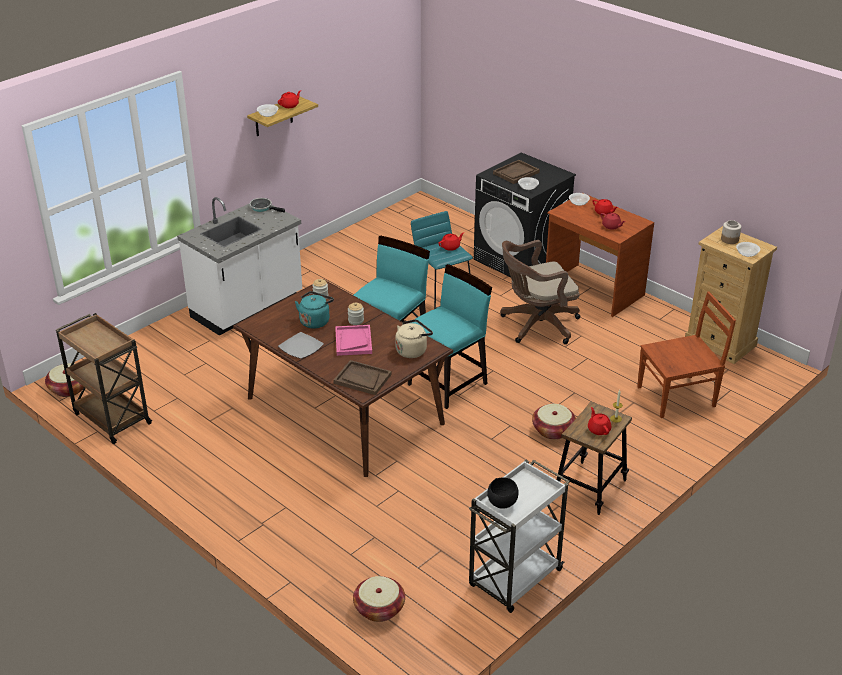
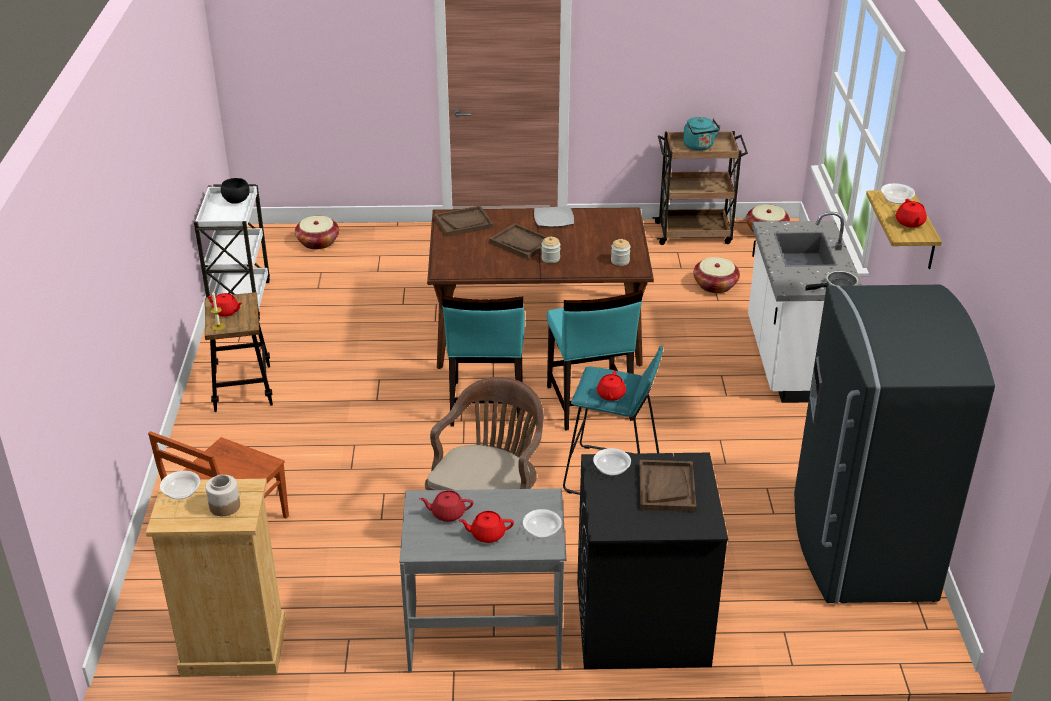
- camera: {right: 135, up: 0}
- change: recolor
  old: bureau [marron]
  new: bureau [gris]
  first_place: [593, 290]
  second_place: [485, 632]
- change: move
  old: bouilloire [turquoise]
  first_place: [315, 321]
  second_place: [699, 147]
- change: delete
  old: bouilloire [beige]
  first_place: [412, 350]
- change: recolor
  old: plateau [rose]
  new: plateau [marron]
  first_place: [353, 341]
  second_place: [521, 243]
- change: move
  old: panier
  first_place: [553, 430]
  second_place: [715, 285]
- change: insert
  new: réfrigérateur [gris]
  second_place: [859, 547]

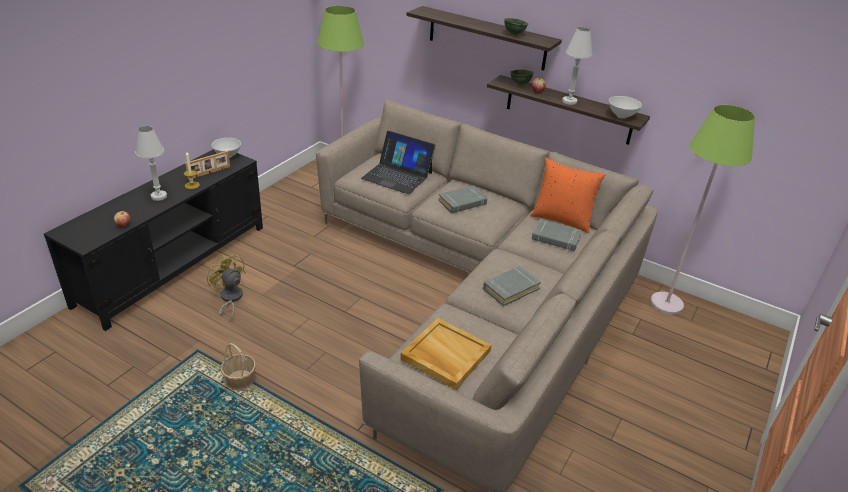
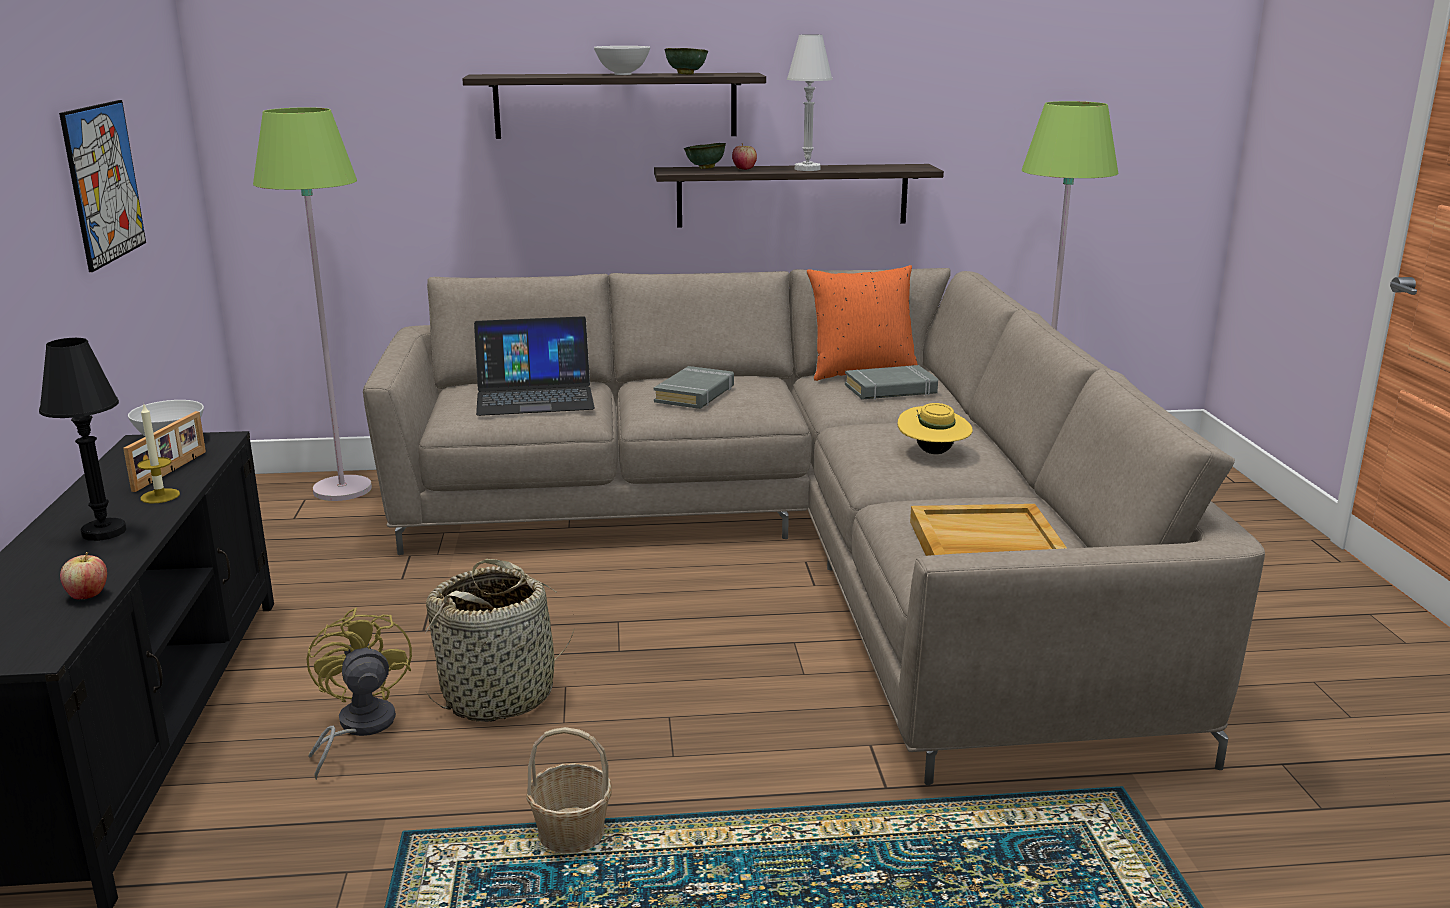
- camera: {right: -35, up: -15}
- change: move
  old: bol [blanc]
  first_place: [621, 116]
  second_place: [623, 74]
- change: recolor
  old: lampe de table [blanc]
  new: lampe de table [noir]
  first_place: [159, 196]
  second_place: [104, 532]
- change: rotate
  old: ventilateur [jaune]
  first_place: [230, 299]
  second_place: [358, 728]
  degrees: 60
- change: replace
  old: livre [gris]
  new: chapeau [jaune]
  first_place: [510, 288]
  second_place: [933, 452]
- change: insert
  new: tableau
  second_place: [104, 183]
- change: insert
  new: panier
  second_place: [499, 694]

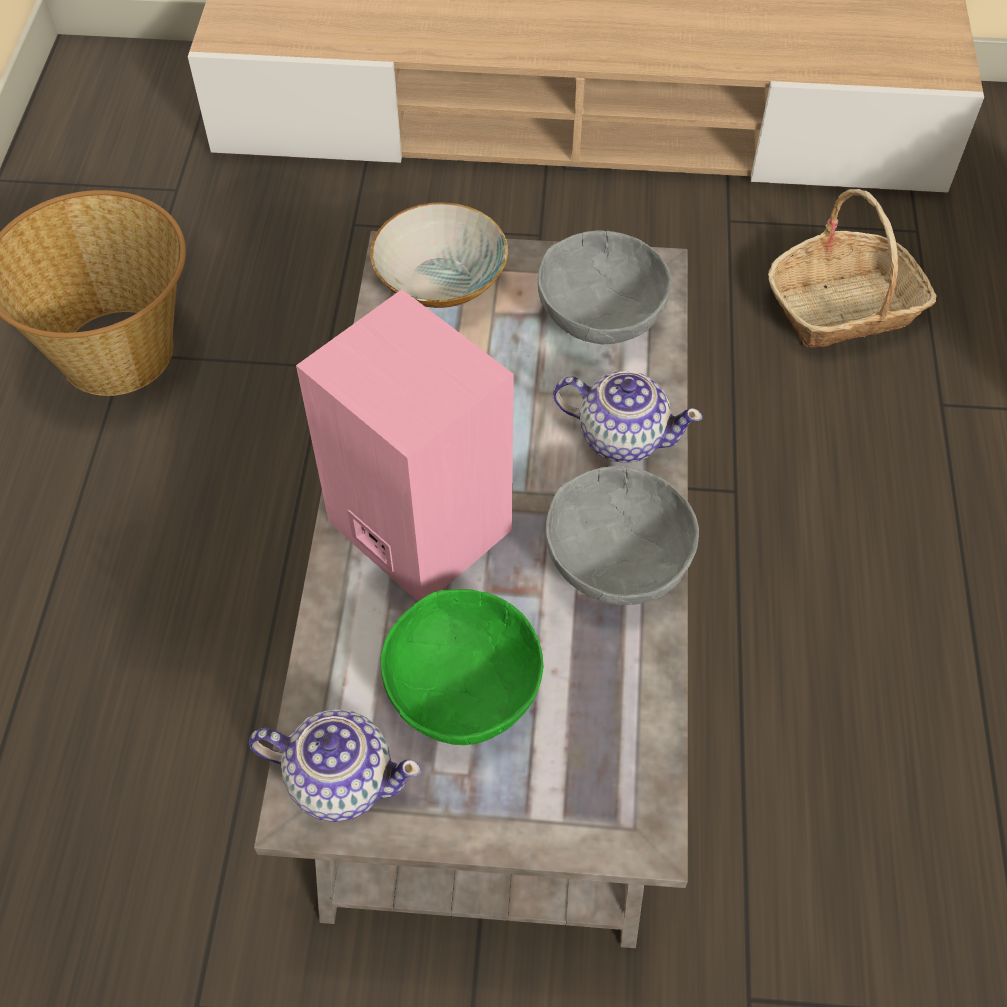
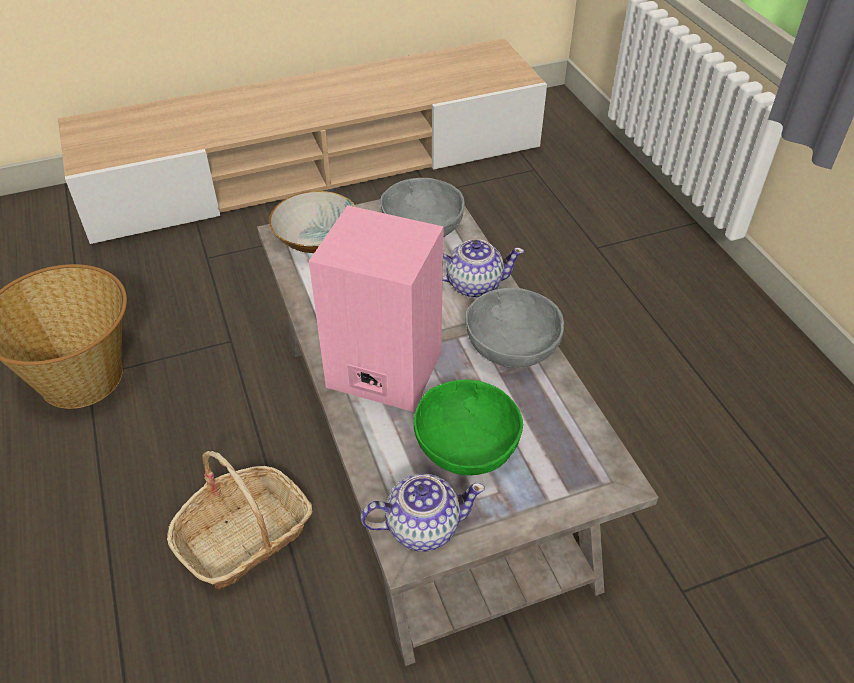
- camera: {right: -25, up: -10}
- change: move
  old: panier
  first_place: [844, 308]
  second_place: [245, 537]

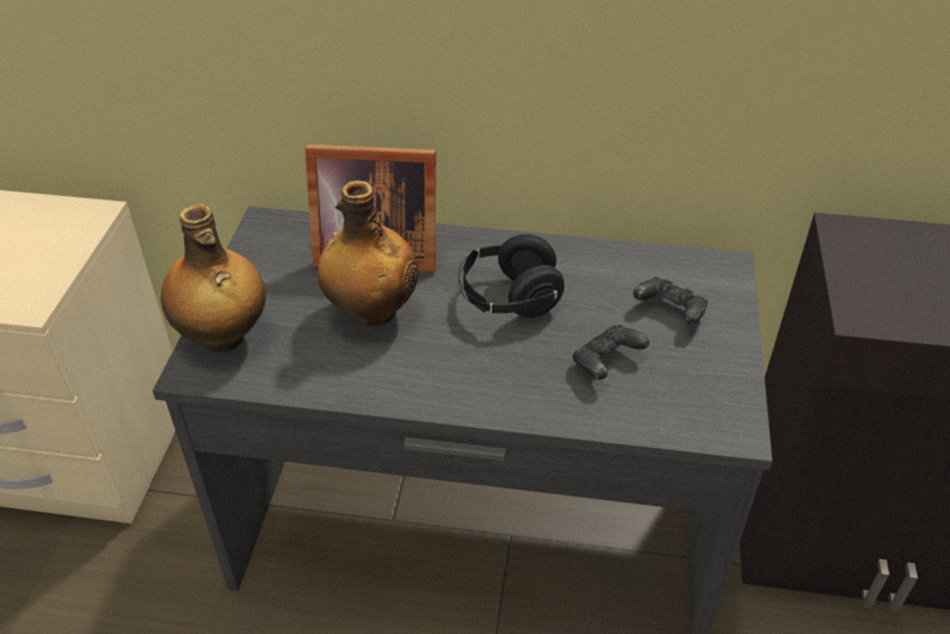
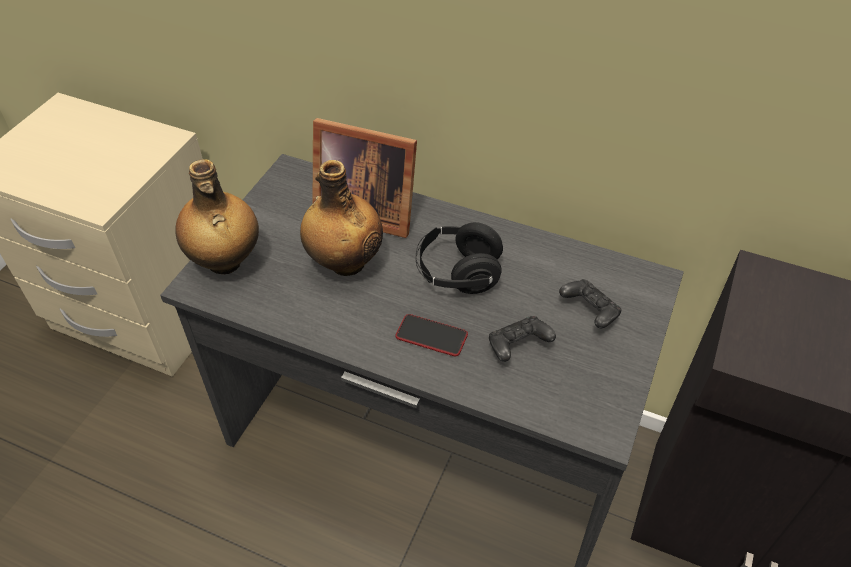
- camera: {right: 15, up: 5}
- change: insert
  new: téléphone
  second_place: [431, 336]

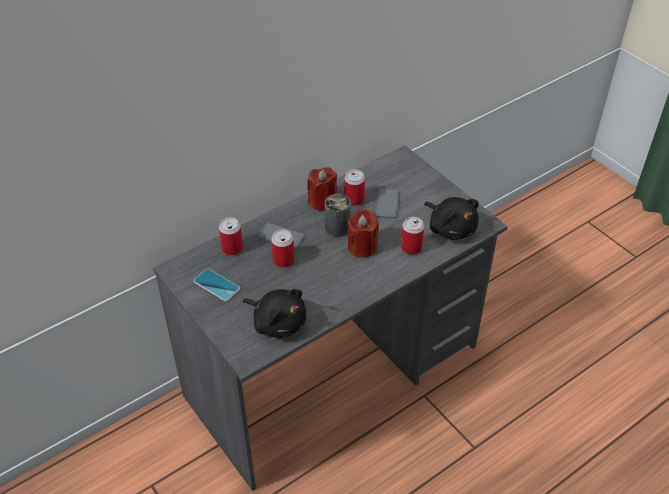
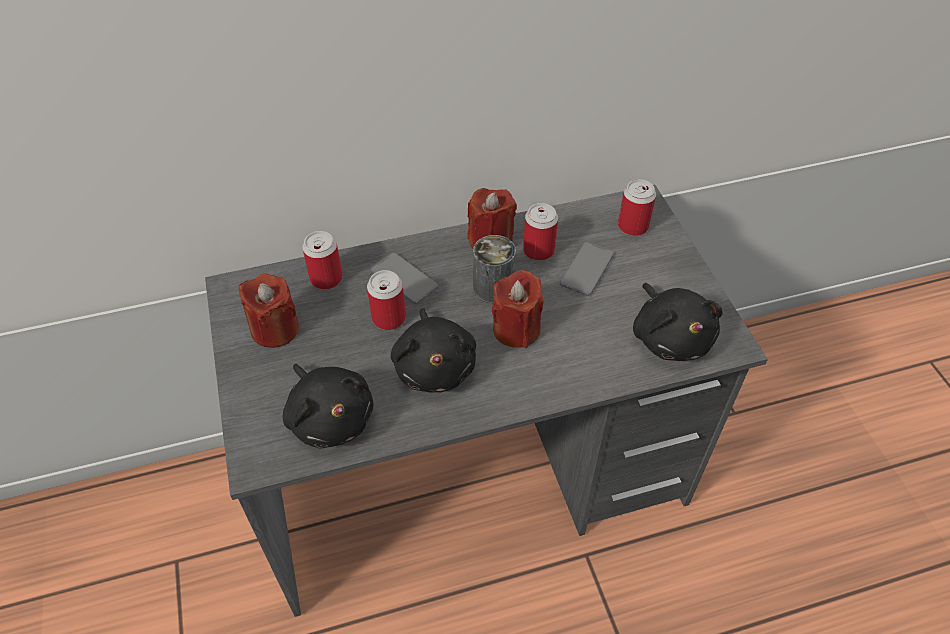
- camera: {right: 20, up: 5}
- change: move
  old: boîte métallique
  first_place: [411, 248]
  second_place: [633, 226]
- change: replace
  old: téléphone
  new: bougie [rouge]
  first_place: [216, 285]
  second_place: [275, 329]
- change: insert
  new: peluche [noir]
  second_place: [435, 366]

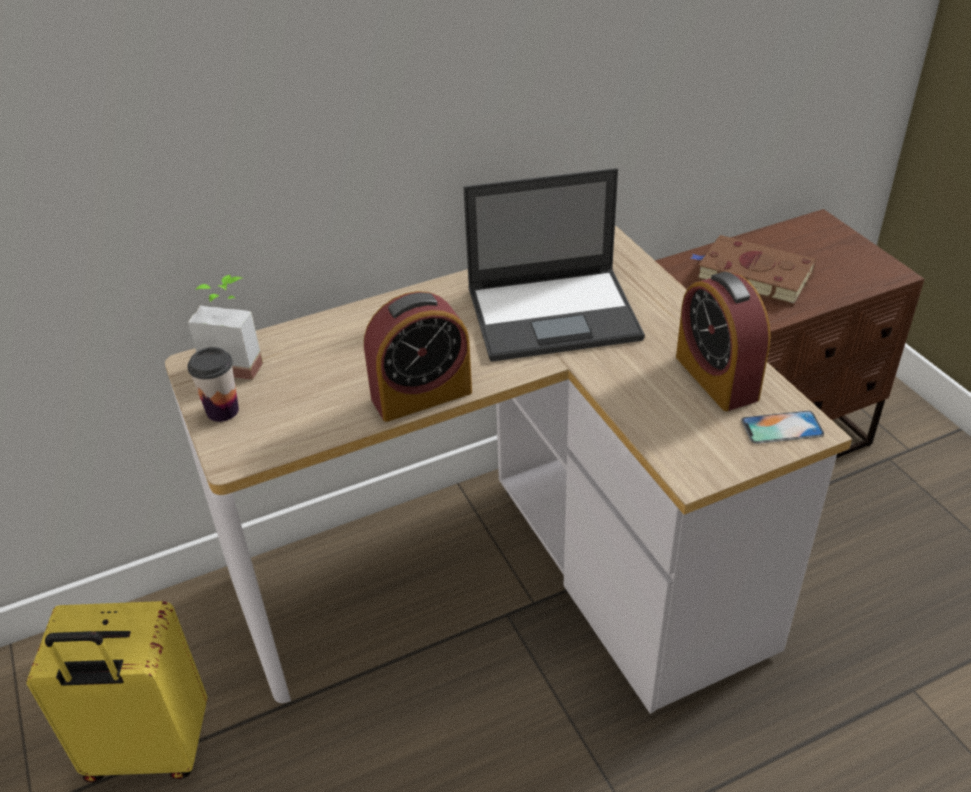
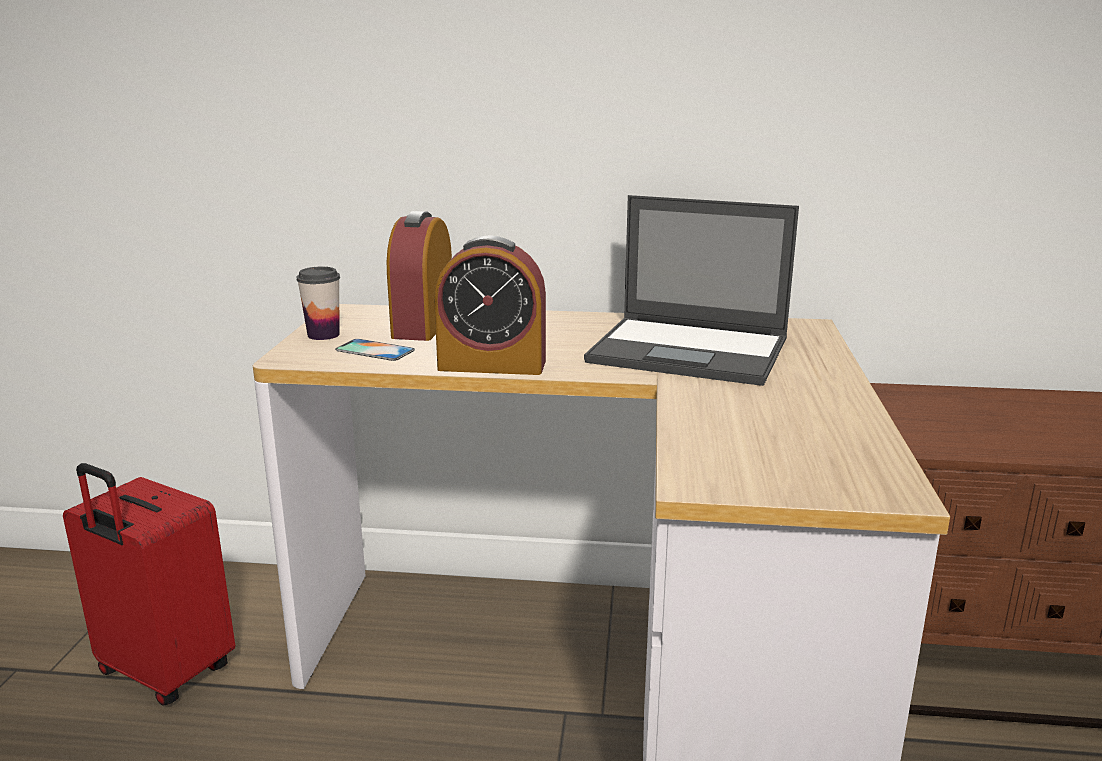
- camera: {right: 30, up: -20}
- change: delete
  old: livre [marron]
  first_place: [751, 275]
- change: move
  old: réveil
  first_place: [716, 377]
  second_place: [423, 325]
- change: delete
  old: plante en pot
  first_place: [237, 361]
- change: move
  old: téléphone
  first_place: [782, 427]
  second_place: [375, 350]
- change: recolor
  old: valise [jaune]
  new: valise [rouge]
  first_place: [148, 751]
  second_place: [163, 673]

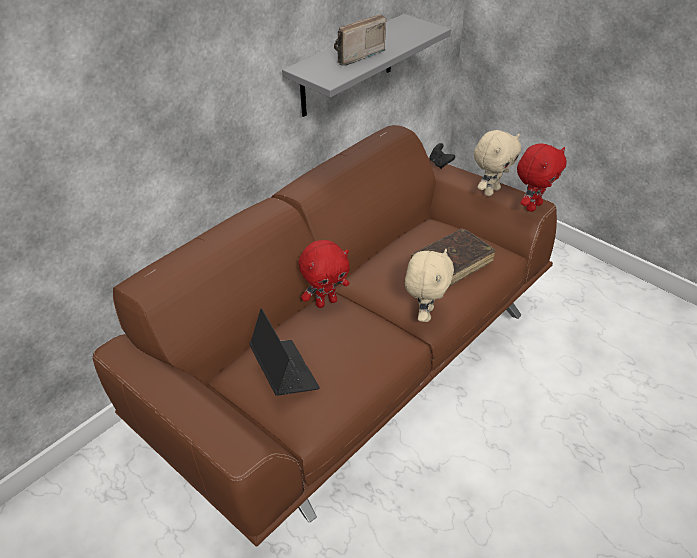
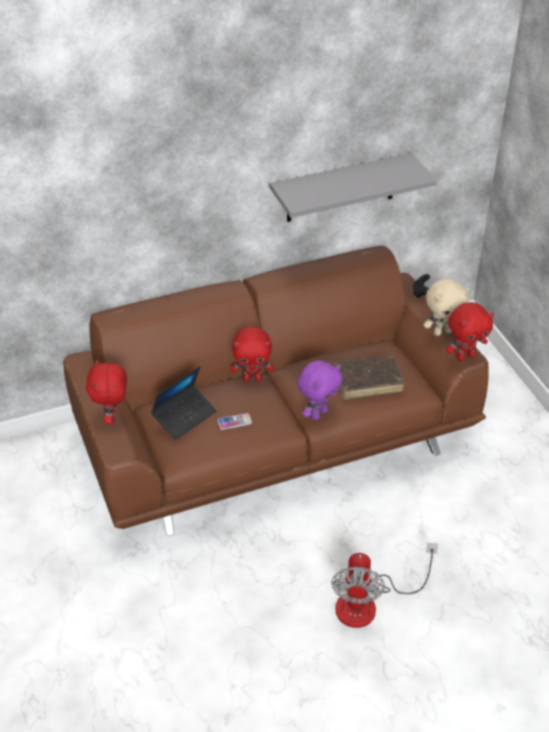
- camera: {right: 25, up: 0}
- change: delete
  old: radio
  first_place: [355, 56]
- change: recolor
  old: peluche [beige]
  new: peluche [violet]
  first_place: [425, 314]
  second_place: [318, 413]
- change: rotate
  old: ordinateur portable
  first_place: [284, 371]
  second_place: [184, 416]
  degrees: 45
- change: insert
  new: peluche [rouge]
  second_place: [112, 417]
- change: insert
  new: téléphone
  second_place: [234, 422]
- change: insert
  new: ventilateur
  second_place: [368, 603]

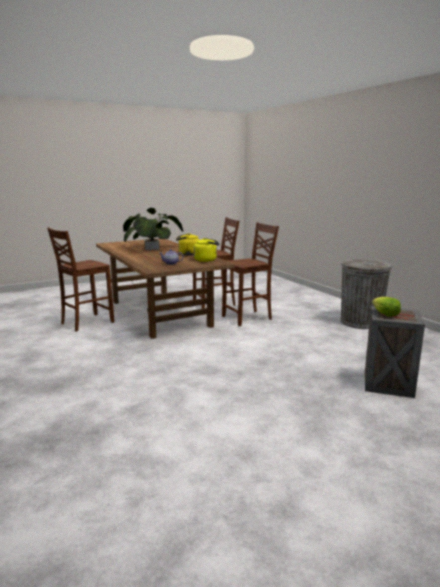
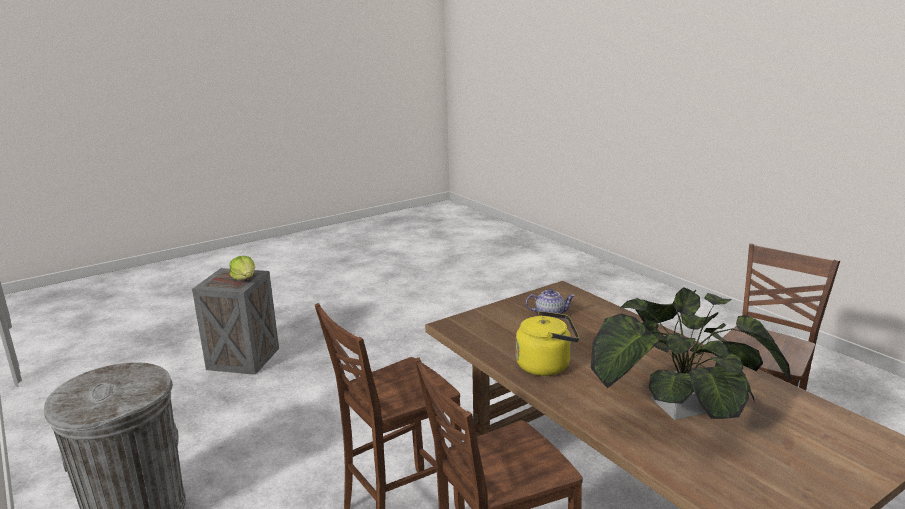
- camera: {right: 175, up: 5}
- change: delete
  old: bouilloire [jaune]
  first_place: [207, 260]

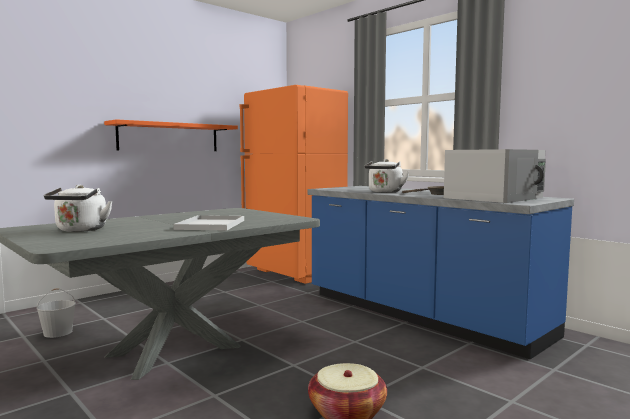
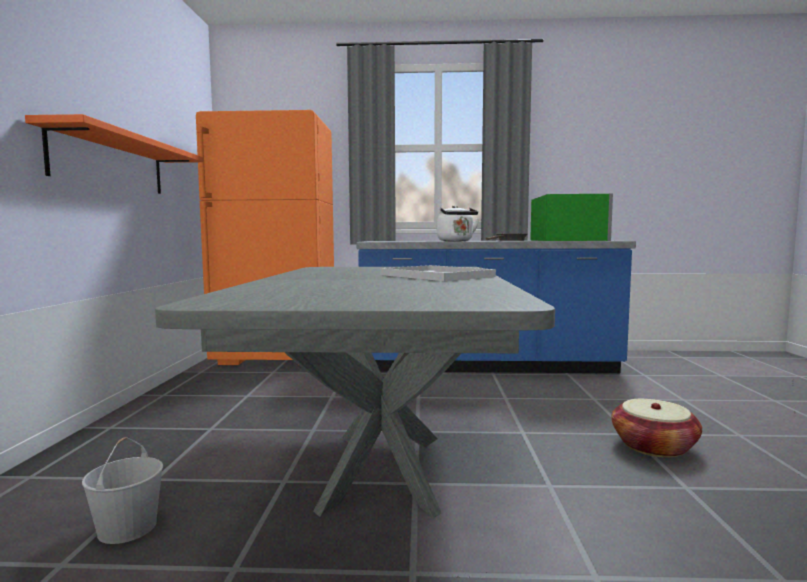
- camera: {right: -45, up: 0}
- change: recolor
  old: micro-ondes [blanc]
  new: micro-ondes [vert]
  first_place: [495, 198]
  second_place: [567, 240]
- change: delete
  old: bouilloire [blanc]
  first_place: [80, 230]

